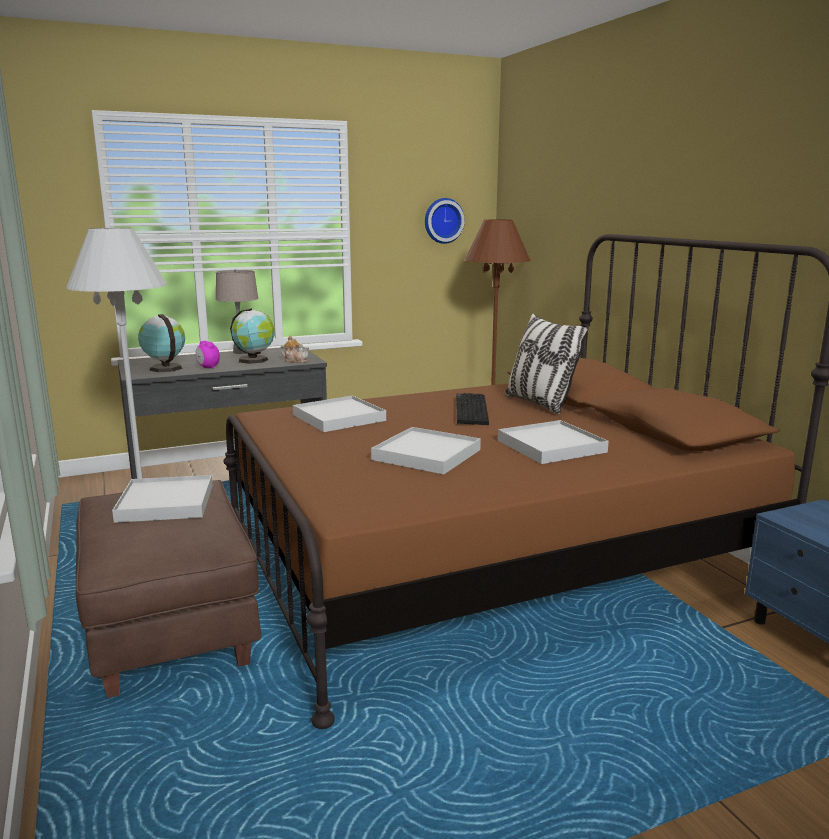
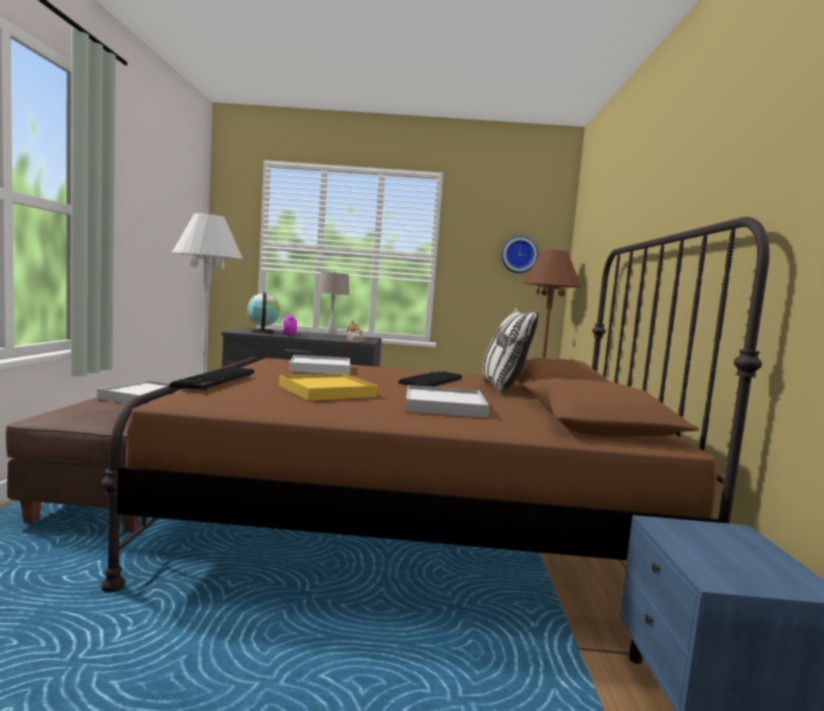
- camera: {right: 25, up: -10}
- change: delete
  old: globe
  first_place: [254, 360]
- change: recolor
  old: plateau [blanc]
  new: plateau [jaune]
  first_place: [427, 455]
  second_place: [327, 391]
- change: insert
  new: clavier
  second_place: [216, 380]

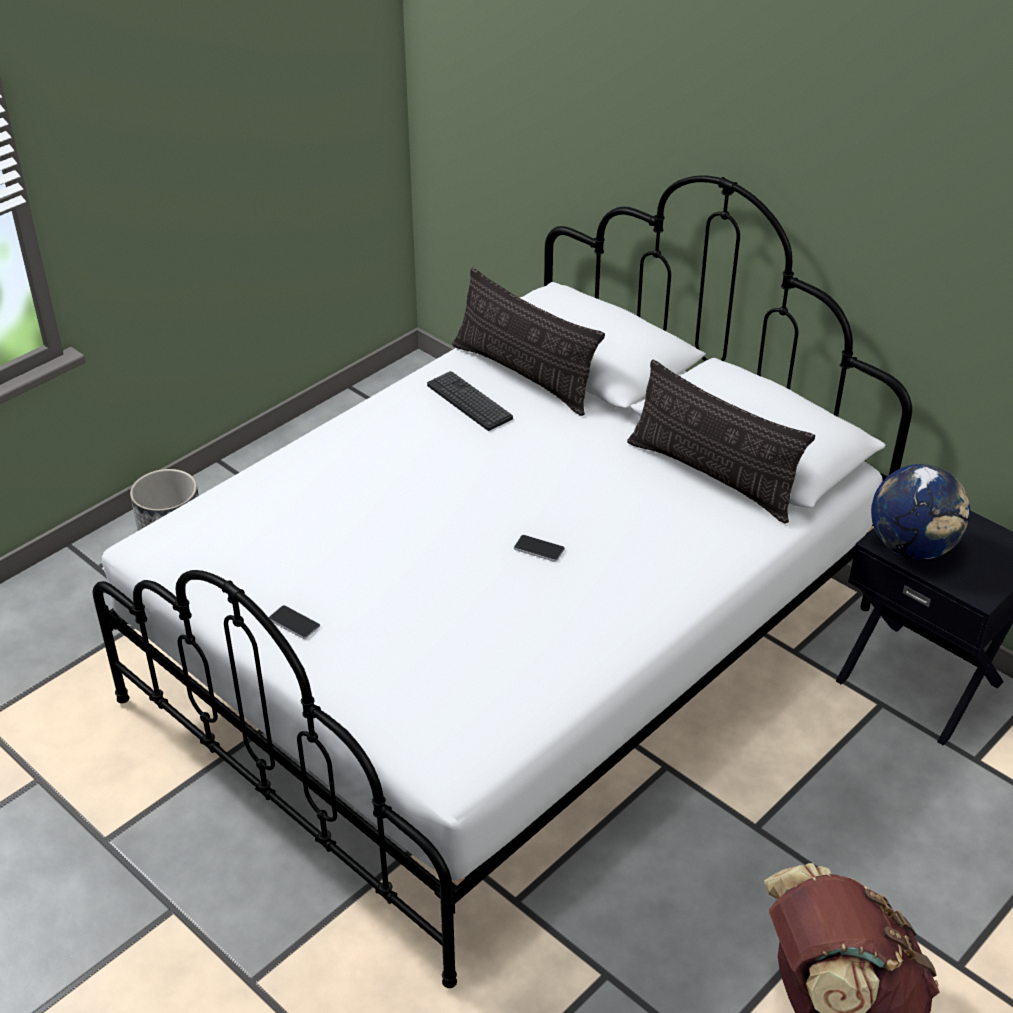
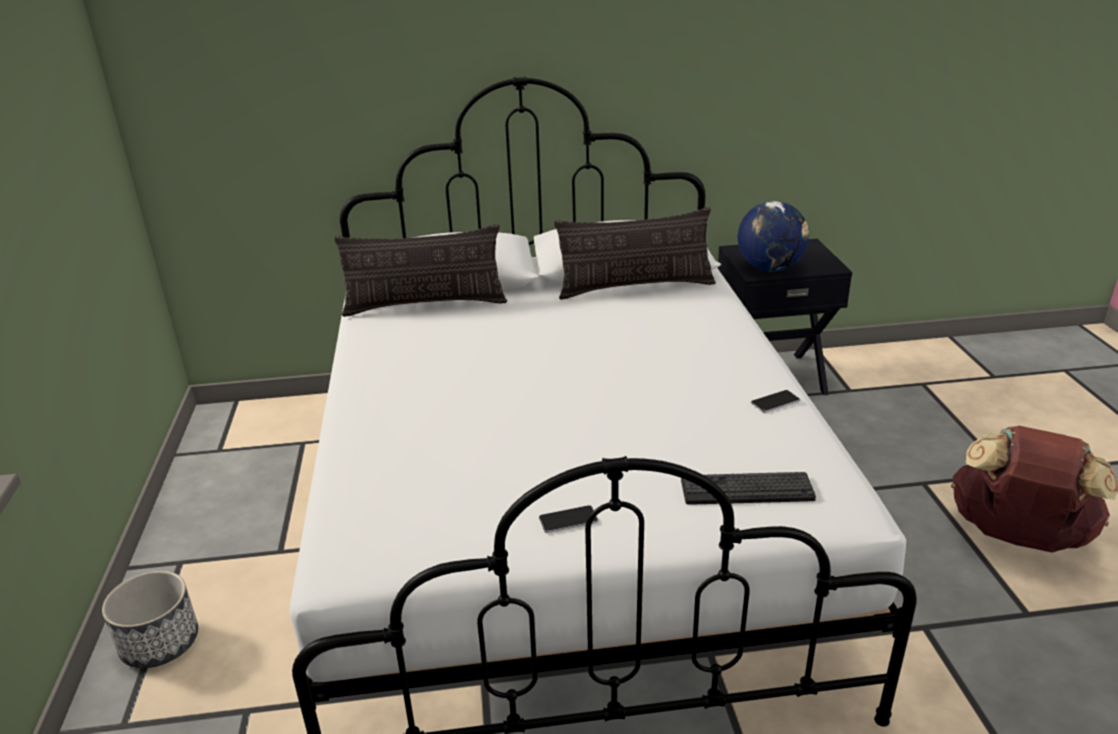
- camera: {right: -50, up: -10}
- change: move
  old: clavier
  first_place: [469, 401]
  second_place: [746, 490]
- change: move
  old: téléphone
  first_place: [539, 549]
  second_place: [775, 402]

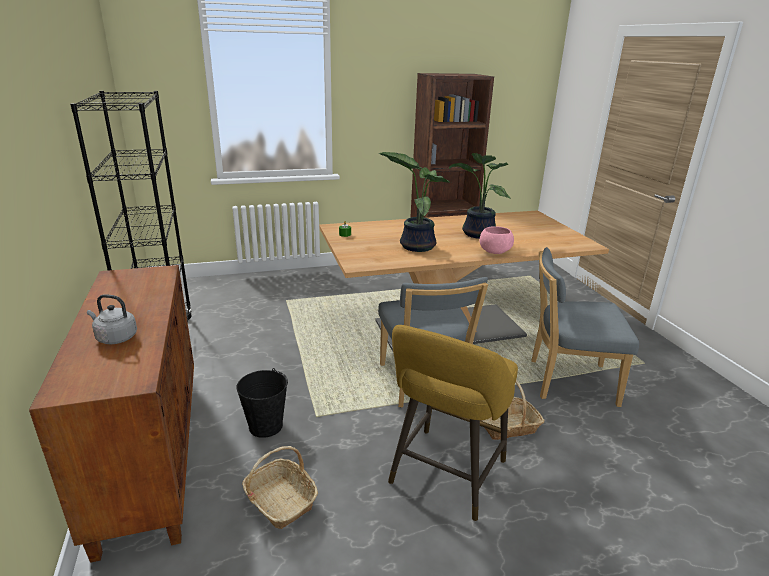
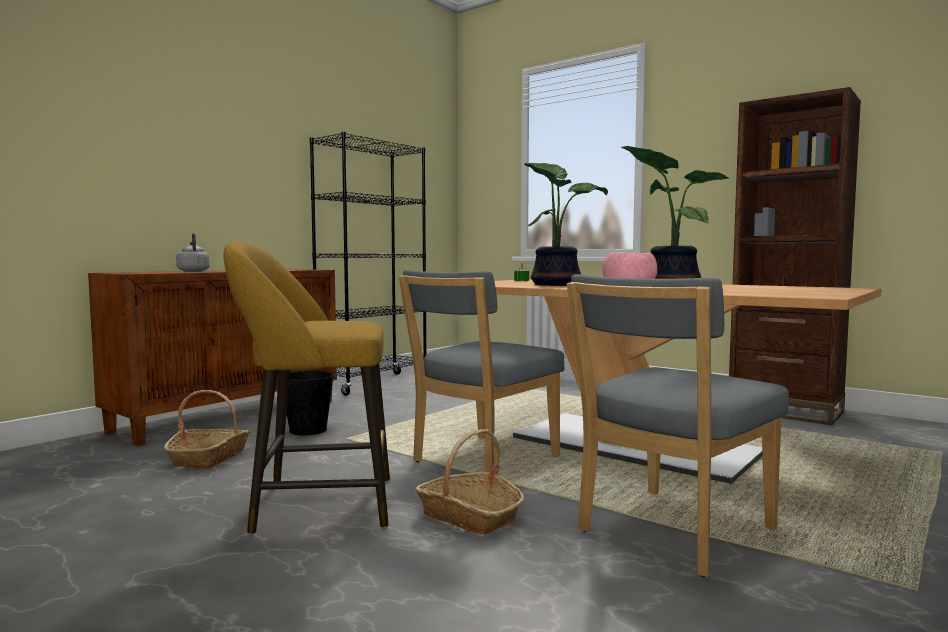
- camera: {right: 55, up: -20}
- change: rotate
  old: chaise [gris]
  first_place: [567, 381]
  second_place: [669, 533]
  degrees: -105

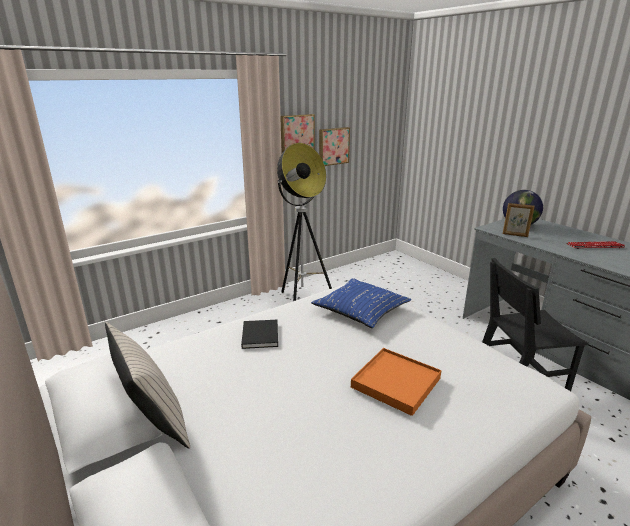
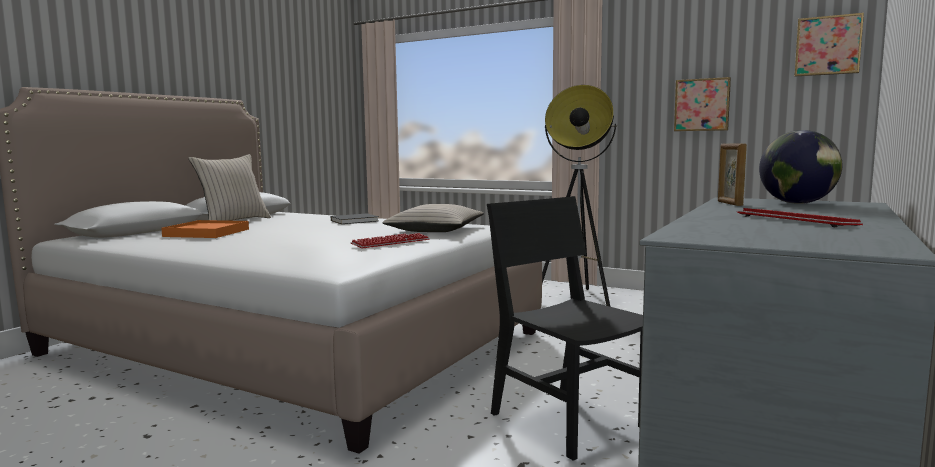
- camera: {right: 65, up: -15}
- change: move
  old: tableau
  first_place: [296, 134]
  second_place: [828, 46]
- change: recolor
  old: coussin [bleu]
  new: coussin [beige]
  first_place: [360, 310]
  second_place: [435, 230]
- change: move
  old: plateau [orange]
  first_place: [396, 382]
  second_place: [207, 233]
- change: insert
  new: clavier
  second_place: [391, 243]

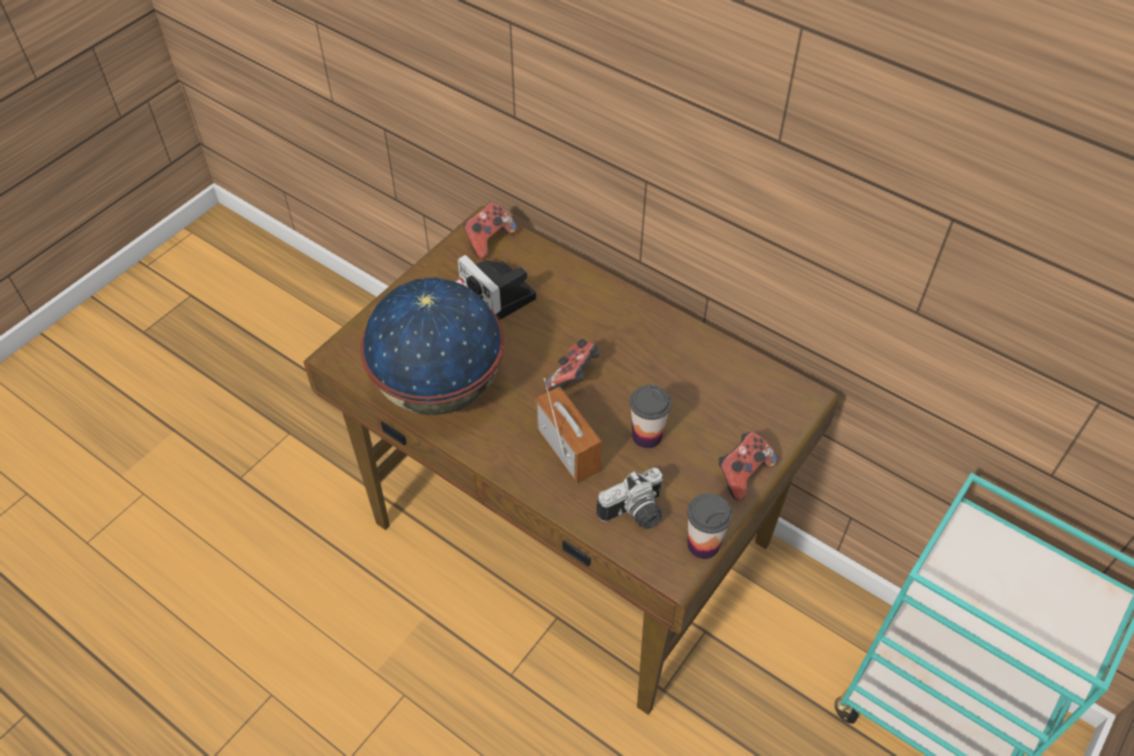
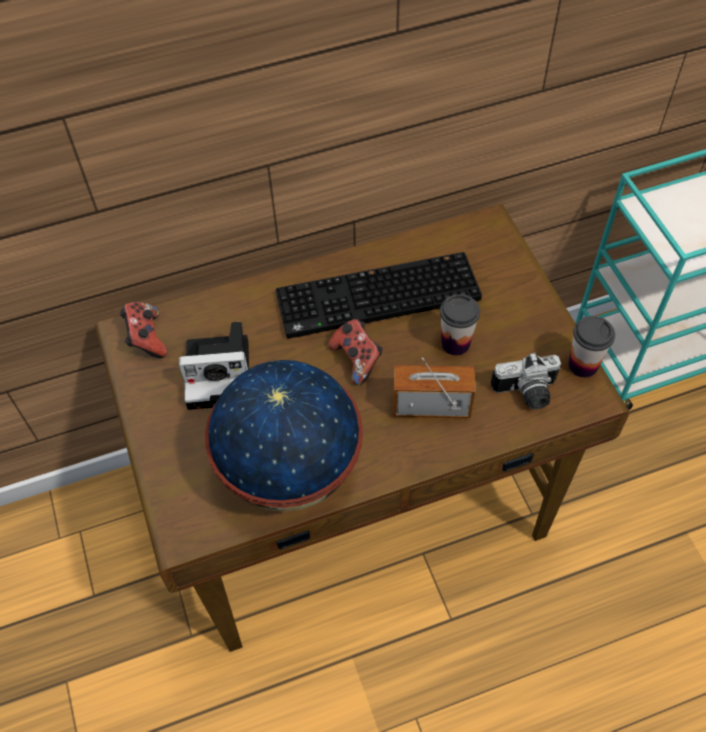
- camera: {right: -55, up: 5}
- change: delete
  old: manette
  first_place: [743, 474]
- change: rotate
  old: appareil photo
  first_place: [635, 514]
  second_place: [526, 394]
  degrees: 75
- change: insert
  new: clavier
  second_place: [376, 300]

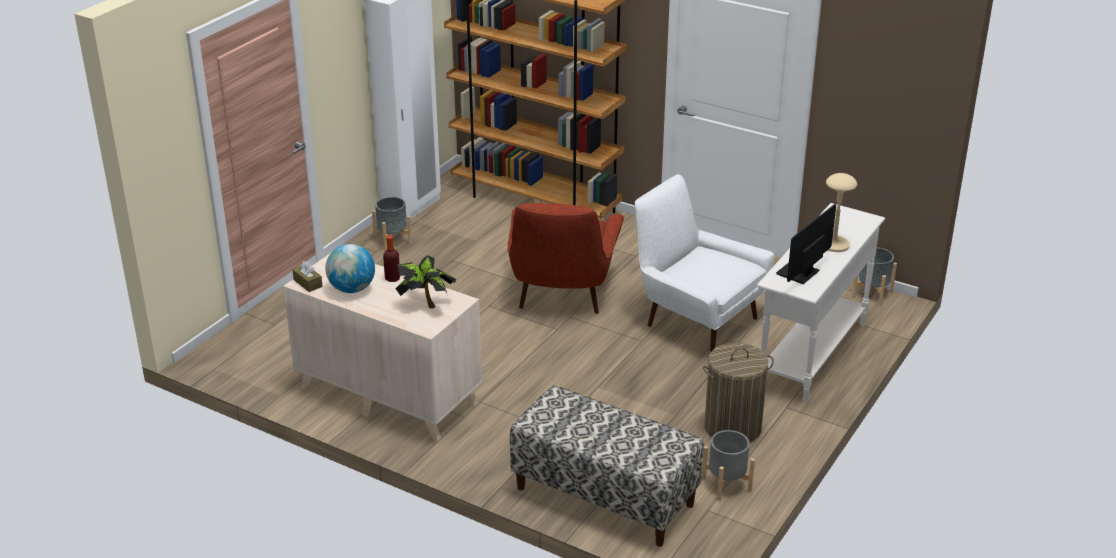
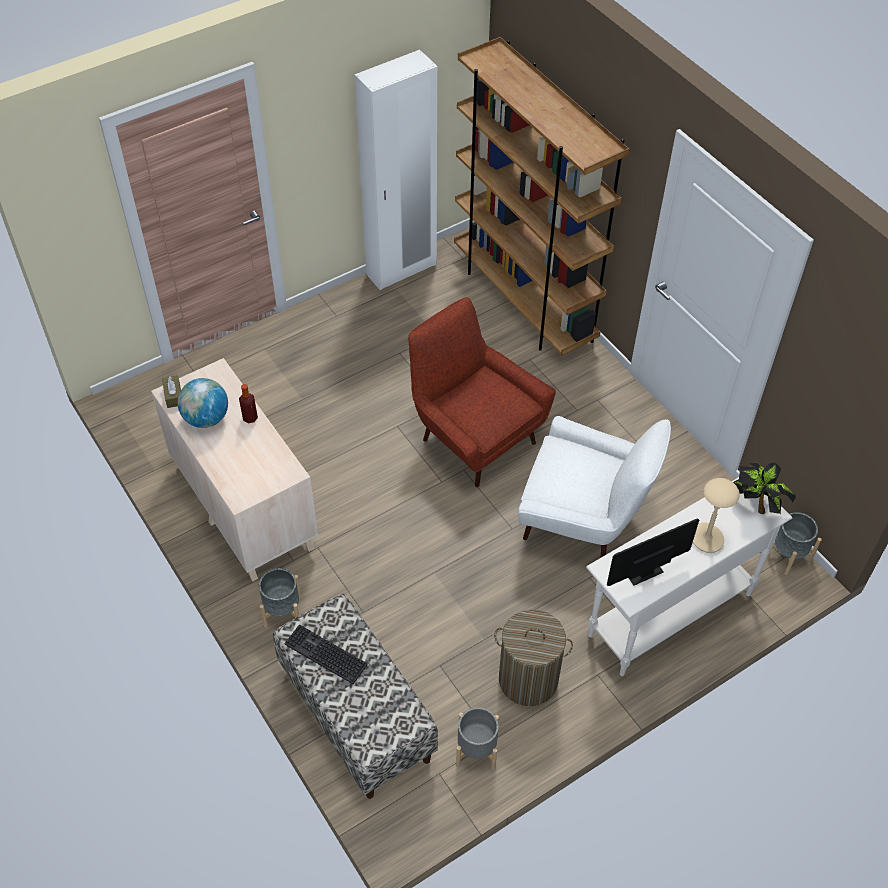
- camera: {right: 25, up: 20}
- change: rotate
  old: fauteuil [blanc]
  first_place: [696, 319]
  second_place: [583, 520]
  degrees: 135
- change: move
  old: cache-pot [gris]
  first_place: [393, 241]
  second_place: [282, 611]
- change: rotate
  old: fauteuil [rouge]
  first_place: [562, 294]
  second_place: [474, 436]
  degrees: 105
- change: move
  old: plante en pot
  first_place: [426, 304]
  second_place: [756, 505]
- change: insert
  new: clavier
  second_place: [323, 655]

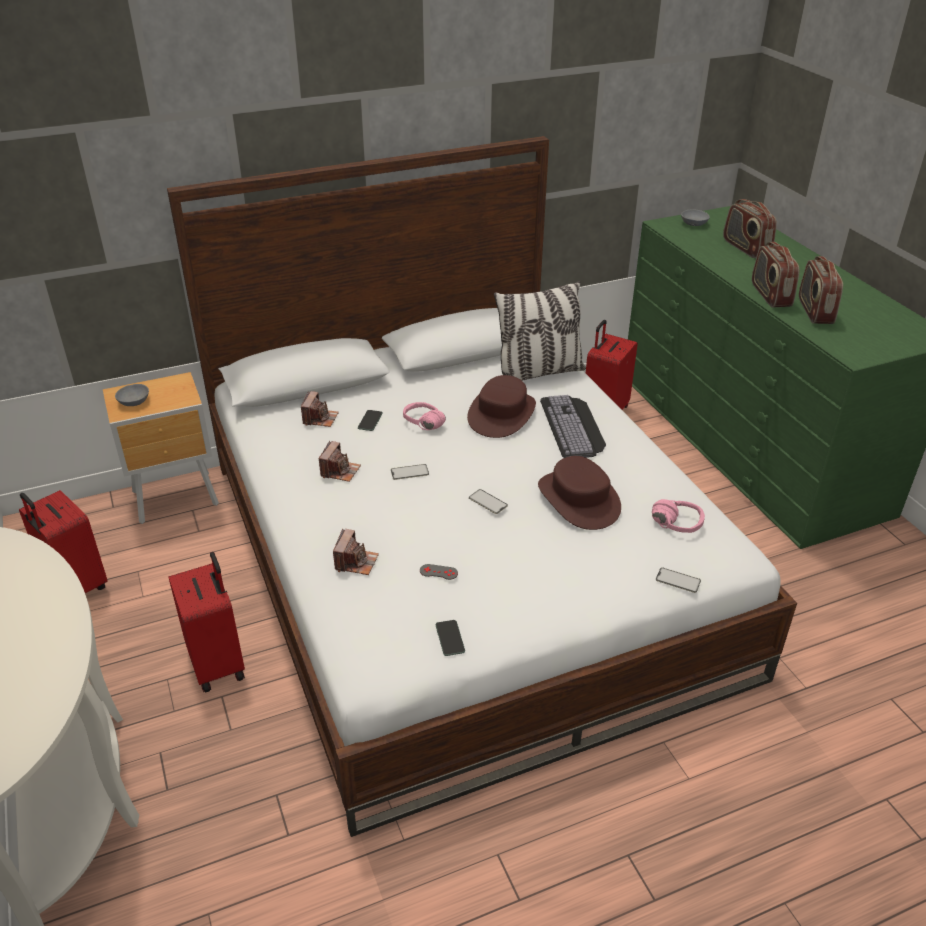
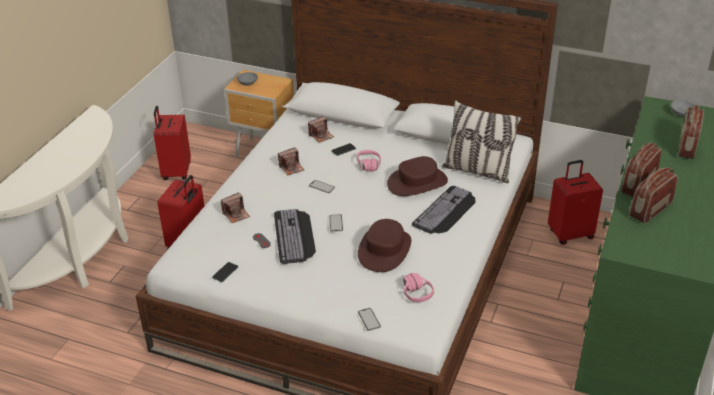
- camera: {right: 45, up: 0}
- change: insert
  new: clavier
  second_place: [295, 236]

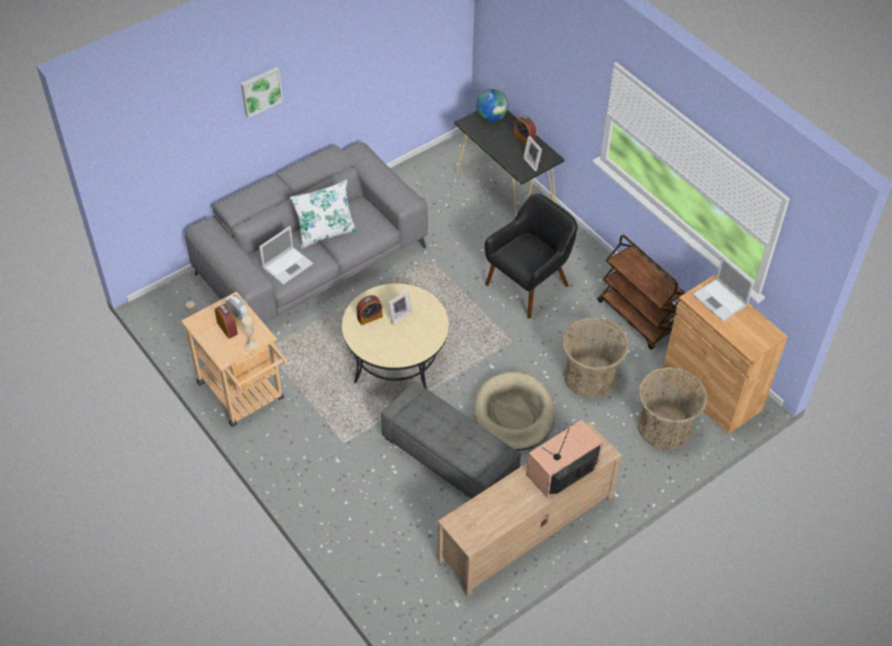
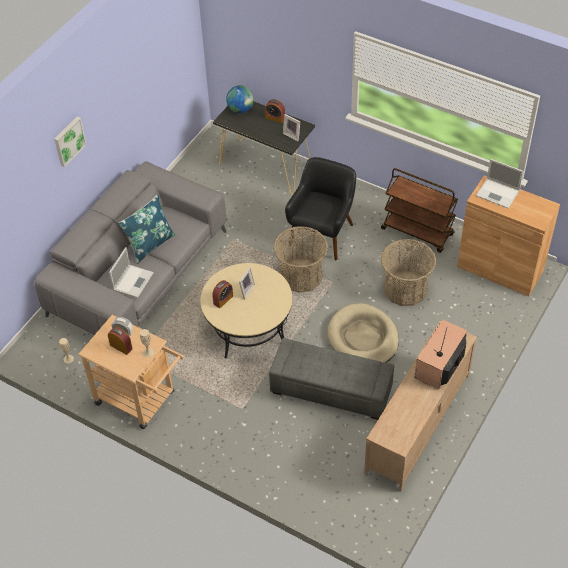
- camera: {right: -20, up: 0}
- change: recolor
  old: coussin [blanc]
  new: coussin [bleu]
  first_place: [325, 233]
  second_place: [150, 244]
- change: move
  old: panier
  first_place: [664, 427]
  second_place: [301, 276]

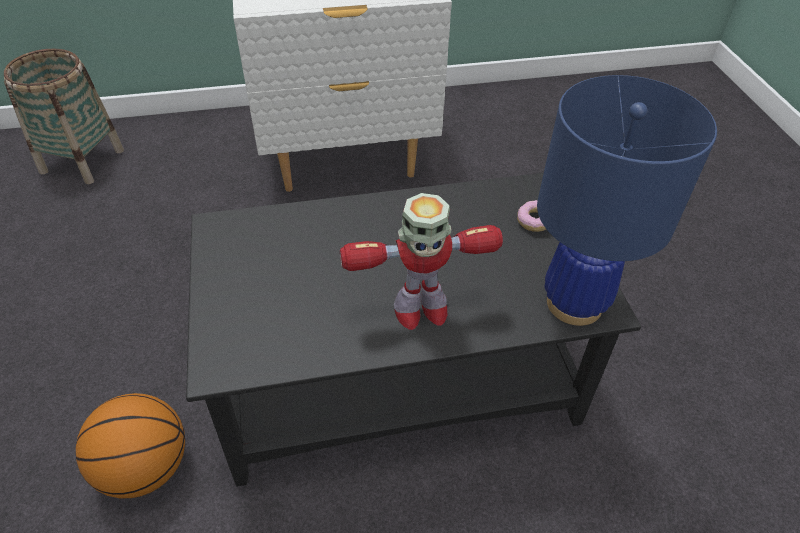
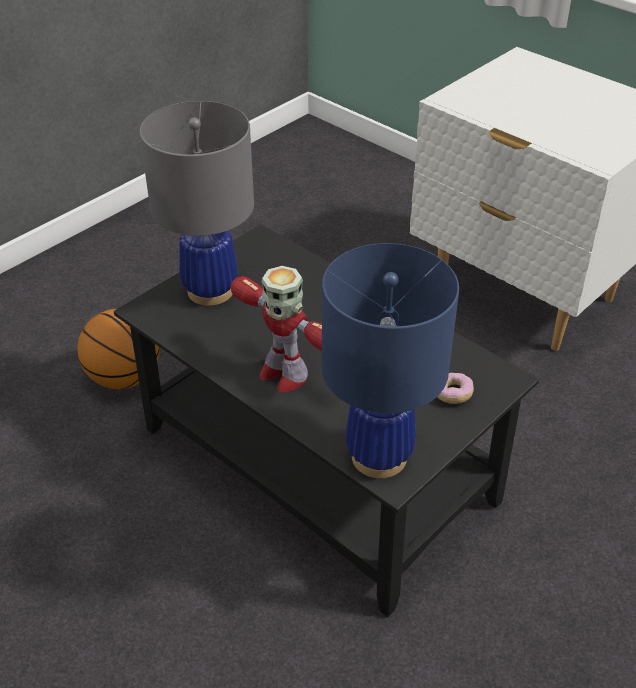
- camera: {right: 55, up: -5}
- change: delete
  old: panier
  first_place: [82, 161]
- change: insert
  new: lampe de table [gris]
  second_place: [210, 291]

